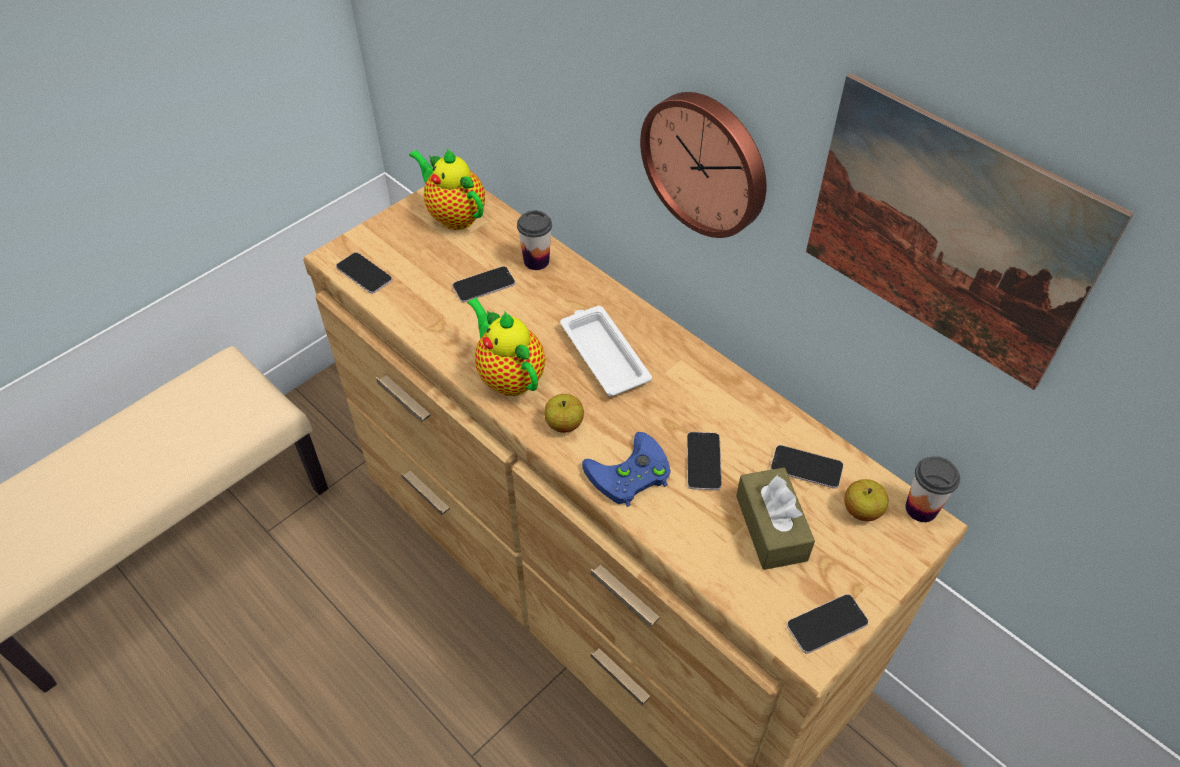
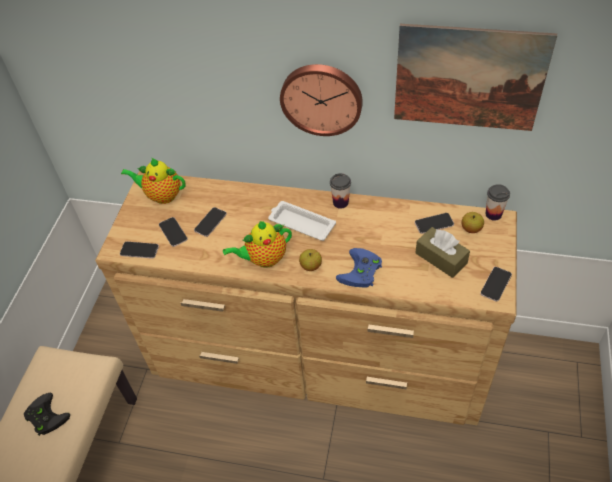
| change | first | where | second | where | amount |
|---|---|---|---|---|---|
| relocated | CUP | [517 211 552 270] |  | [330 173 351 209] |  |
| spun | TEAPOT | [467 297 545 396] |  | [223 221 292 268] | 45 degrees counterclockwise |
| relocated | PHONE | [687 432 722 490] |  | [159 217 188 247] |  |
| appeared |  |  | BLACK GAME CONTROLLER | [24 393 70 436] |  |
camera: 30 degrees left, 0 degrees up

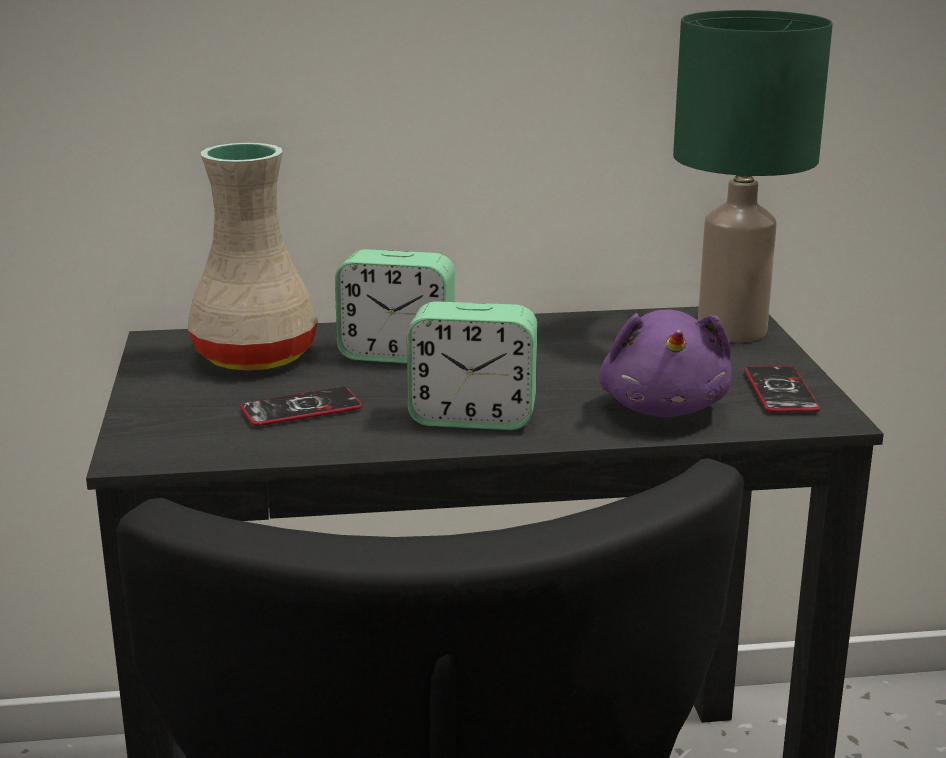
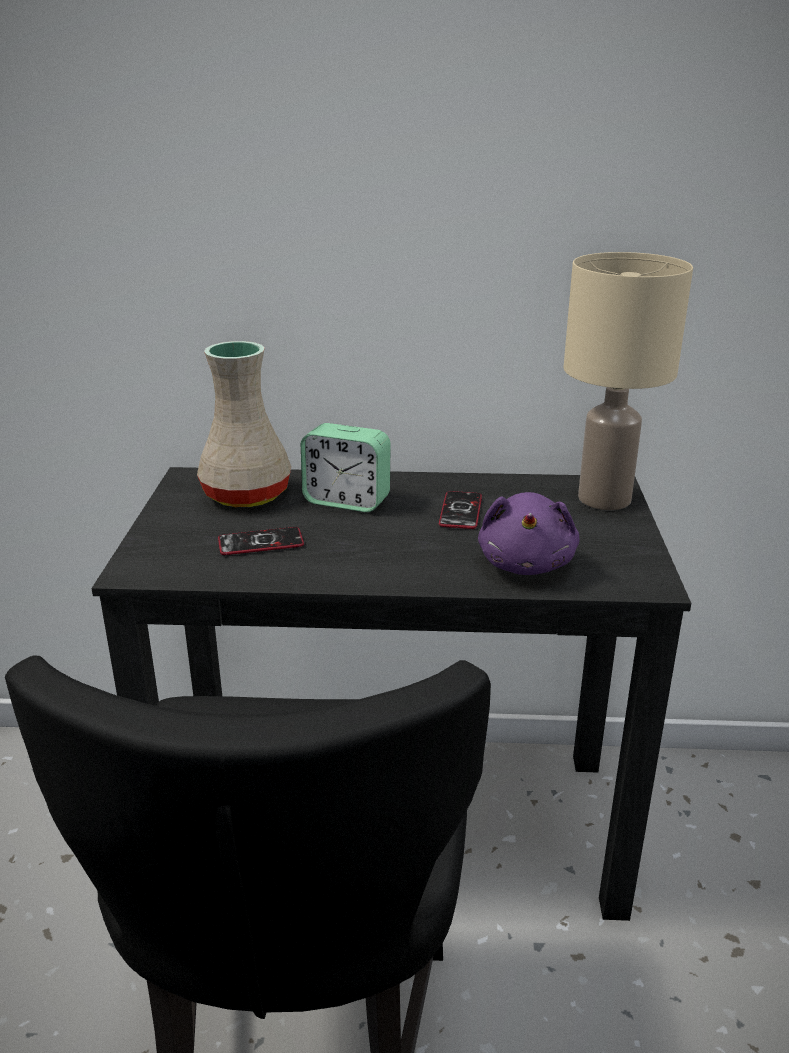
| change | first | where | second | where | amount |
|---|---|---|---|---|---|
| colour | GREEN TABLE LAMP | [673 10 833 342] | BEIGE TABLE LAMP | [563 252 693 510] |  |
| missing | ALARM CLOCK | [407 302 537 430] |  |  |  |
| relocated | PHONE | [745 366 820 412] |  | [439 491 482 529] |  |
camera: 10 degrees right, 5 degrees up

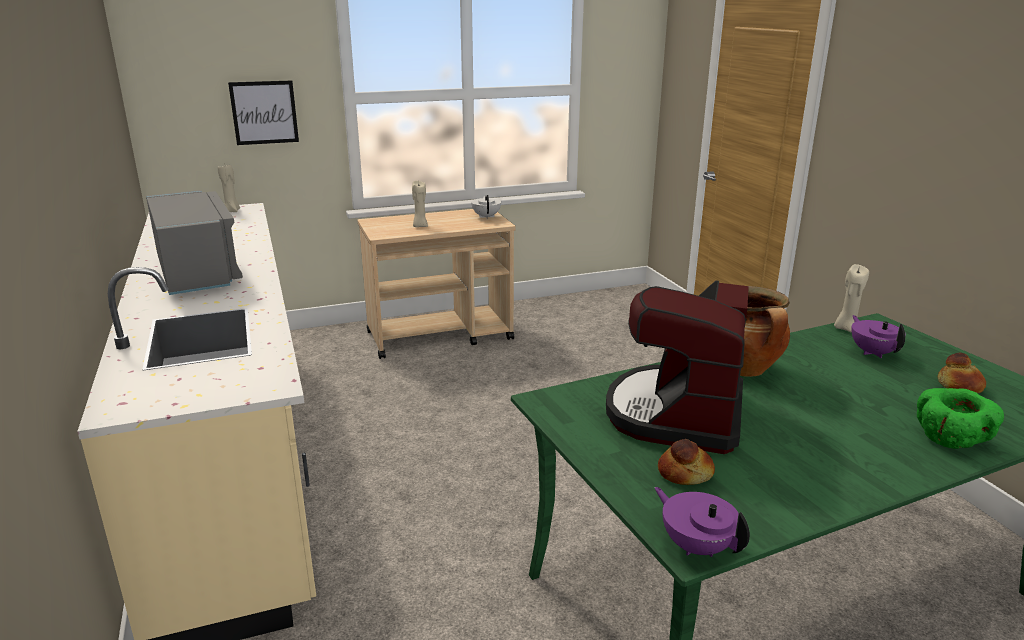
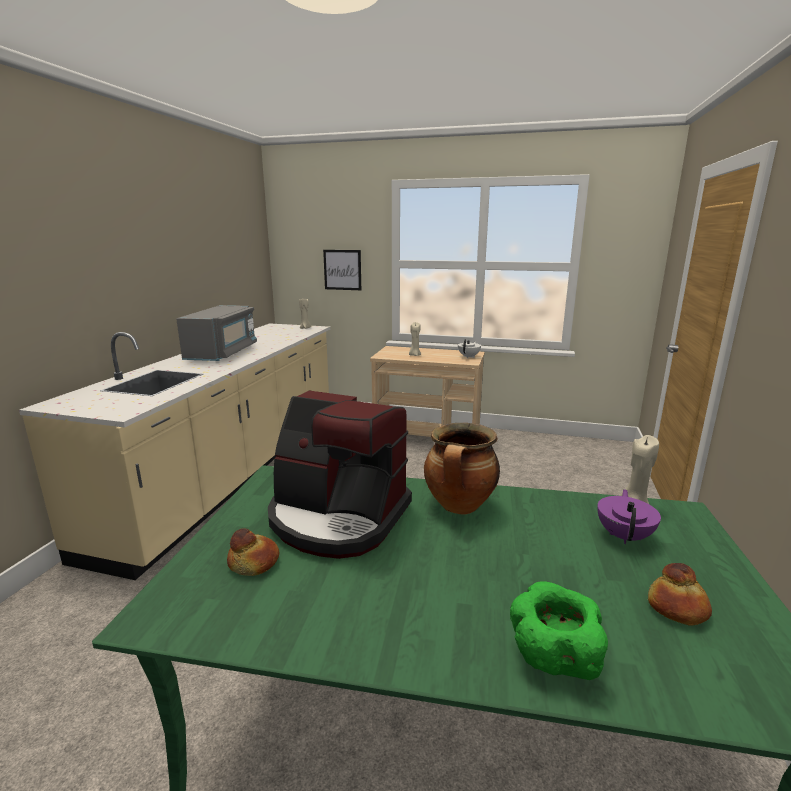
| change | first | where | second | where | amount |
|---|---|---|---|---|---|
| spun | COFFEE MACHINE | [606 281 749 454] |  | [268 391 412 559] | 120 degrees counterclockwise |
| missing | PURPLE TEAPOT | [654 487 750 557] |  |  |  |
camera: 35 degrees right, 5 degrees down

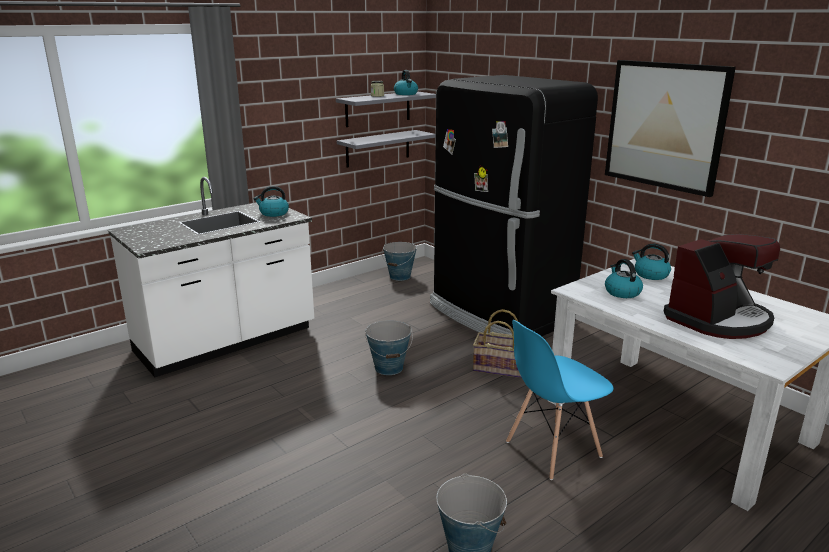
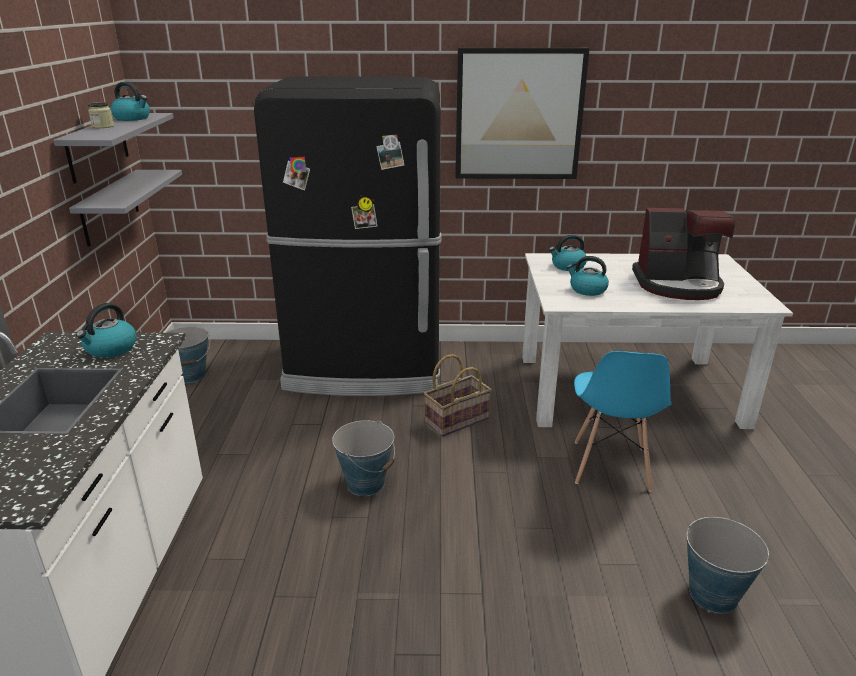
| change | first | where | second | where | amount |
|---|---|---|---|---|---|
| spun | COFFEE MACHINE | [664 234 780 339] |  | [632 208 735 300] | 90 degrees clockwise |
camera: 50 degrees left, 5 degrees up

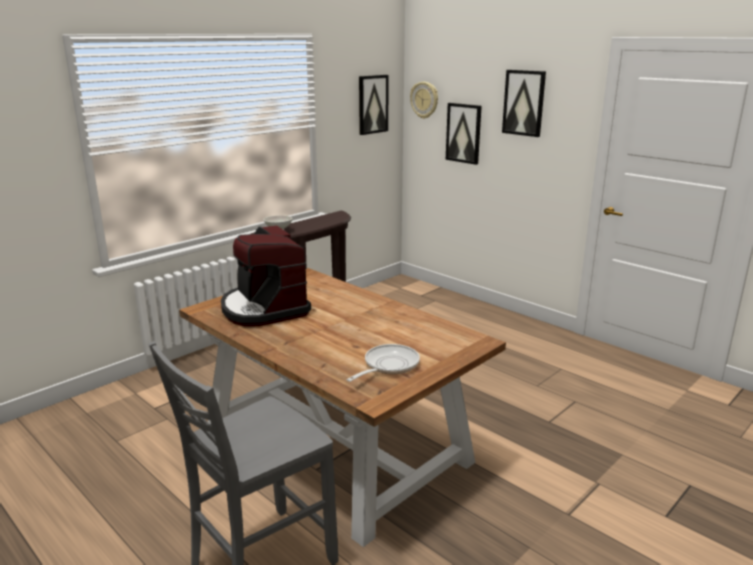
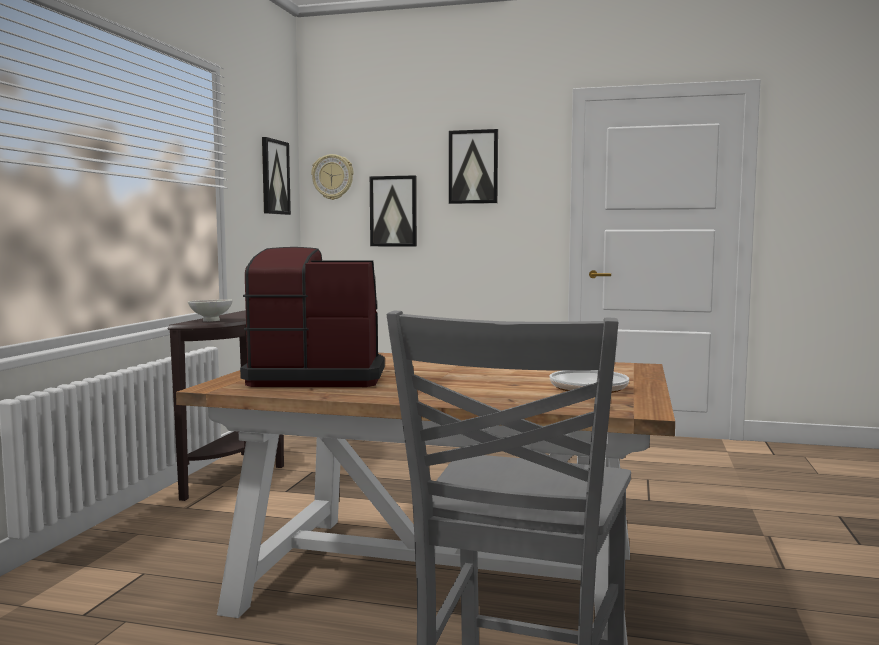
| change | first | where | second | where | amount |
|---|---|---|---|---|---|
| spun | COFFEE MACHINE | [221 226 311 327] |  | [240 247 385 387] | 150 degrees clockwise |
camera: 30 degrees left, 15 degrees down

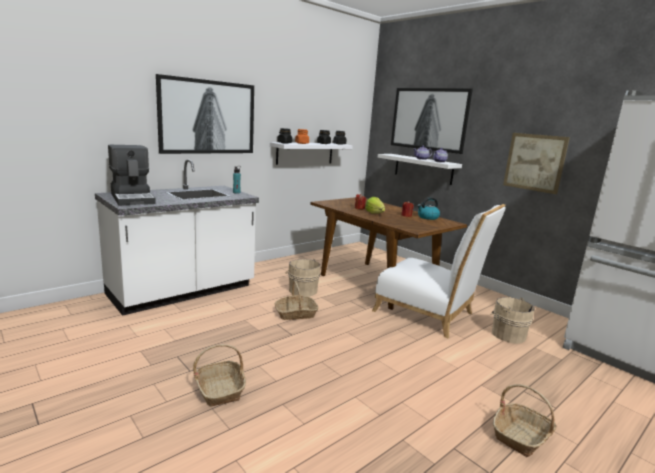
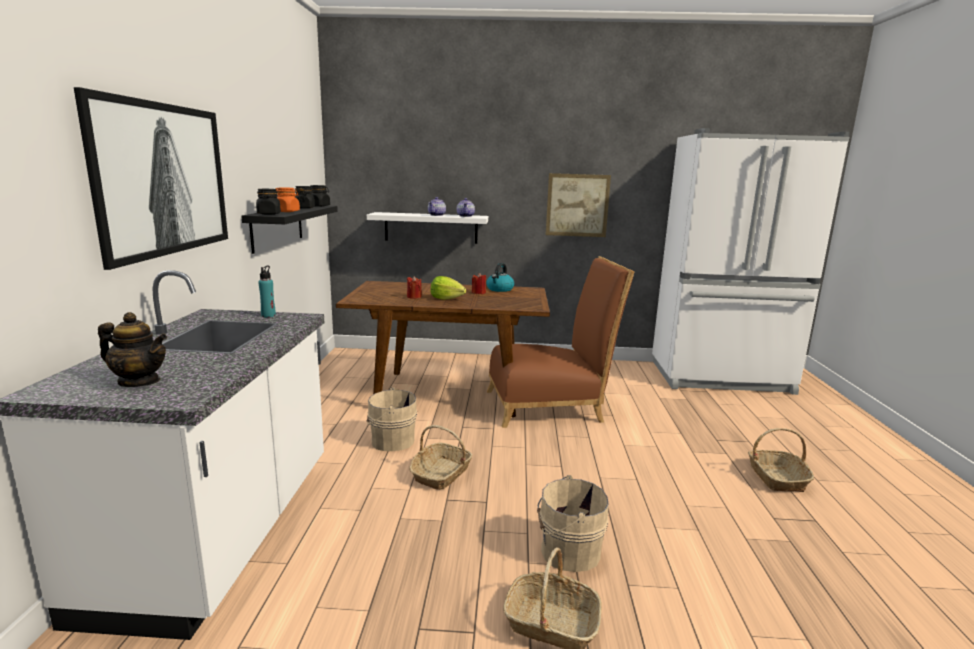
| change | first | where | second | where | amount |
|---|---|---|---|---|---|
| missing | PICTURE | [391 88 473 154] |  |  |  |
| colour | WHITE SHELF | [270 142 353 165] | BLACK SHELF | [241 206 338 254] |  |
| exchanged | COFFEE MACHINE | [108 145 156 206] | TEAPOT | [98 312 167 387] |  |
| colour | WHITE CHAIR | [372 204 506 338] | BROWN CHAIR | [487 256 634 428] |  |
| relocated | BEIGE BUCKET | [491 297 535 344] |  | [537 475 609 572] |  |
camera: 45 degrees left, 0 degrees up

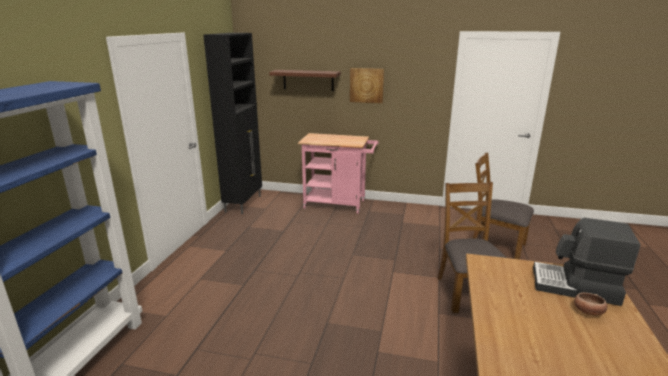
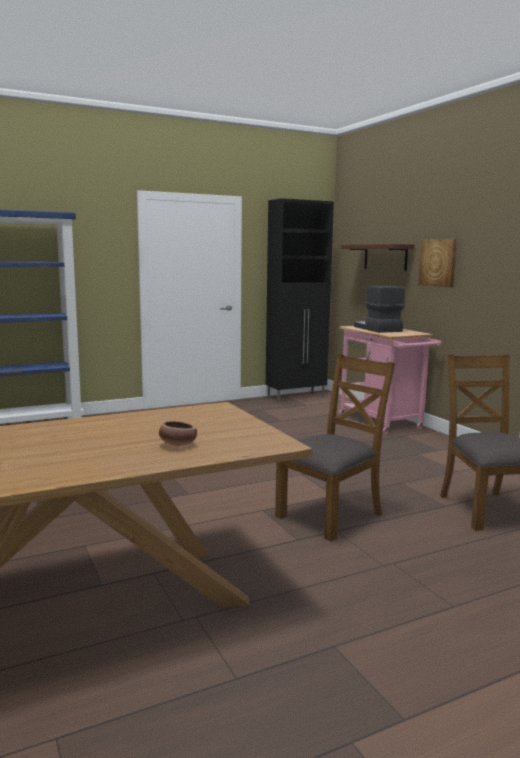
| change | first | where | second | where | amount |
|---|---|---|---|---|---|
| relocated | COFFEE MACHINE | [533 218 640 306] |  | [354 286 405 333] |  |
camera: 50 degrees right, 10 degrees down

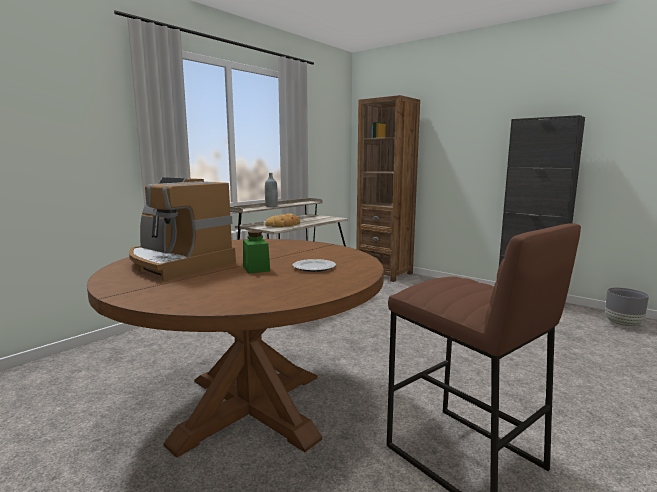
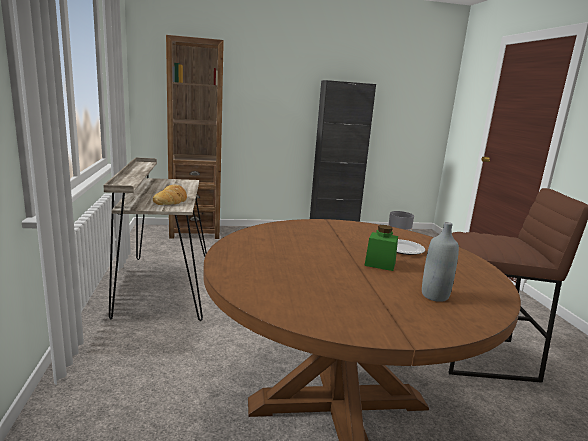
| change | first | where | second | where | amount |
|---|---|---|---|---|---|
| relocated | GREY BOTTLE | [265 173 278 207] |  | [422 222 459 302] |  |
| missing | COFFEE MACHINE | [129 177 236 281] |  |  |  |
camera: 50 degrees left, 5 degrees up

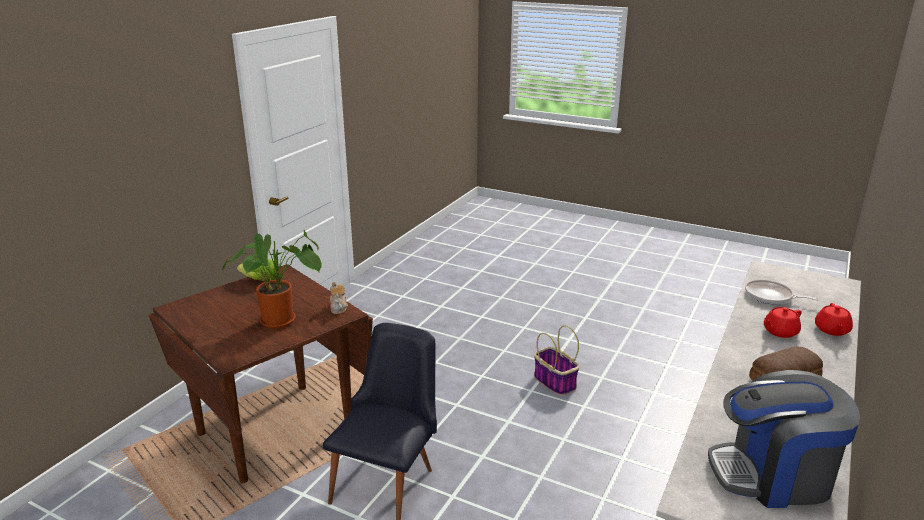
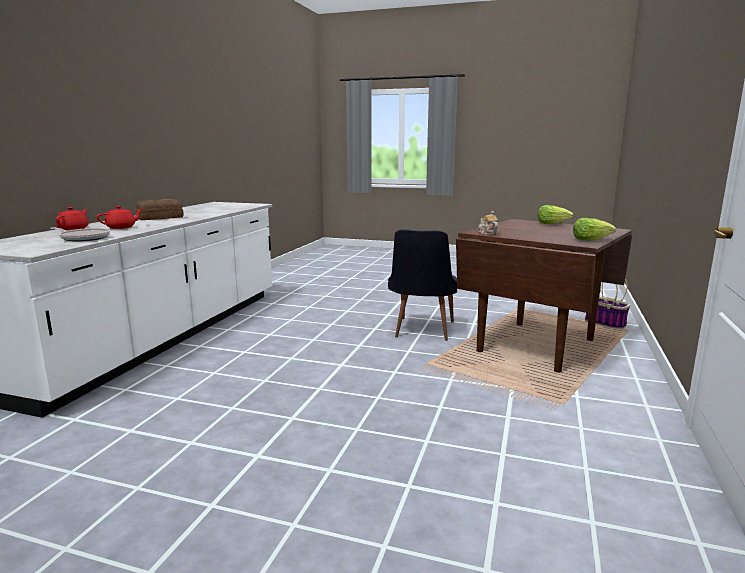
| change | first | where | second | where | amount |
|---|---|---|---|---|---|
| missing | POTTED PLANT | [222 230 322 329] |  |  |  |
| relocated | BASKET | [534 325 579 396] |  | [585 278 630 329] |  |
| missing | COFFEE MACHINE | [708 370 860 508] |  |  |  |
| appeared |  |  | LETTUCE | [538 205 574 224] |  |
camera: 170 degrees right, 10 degrees down

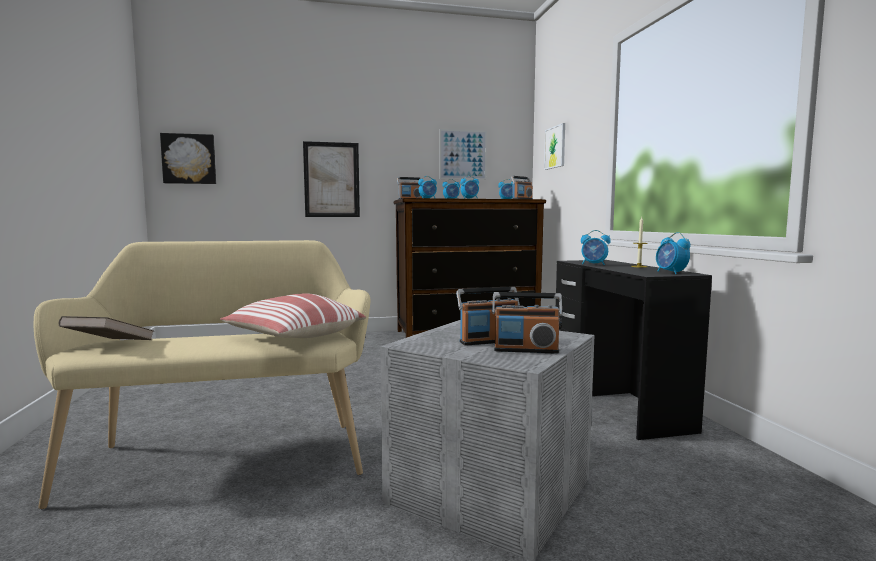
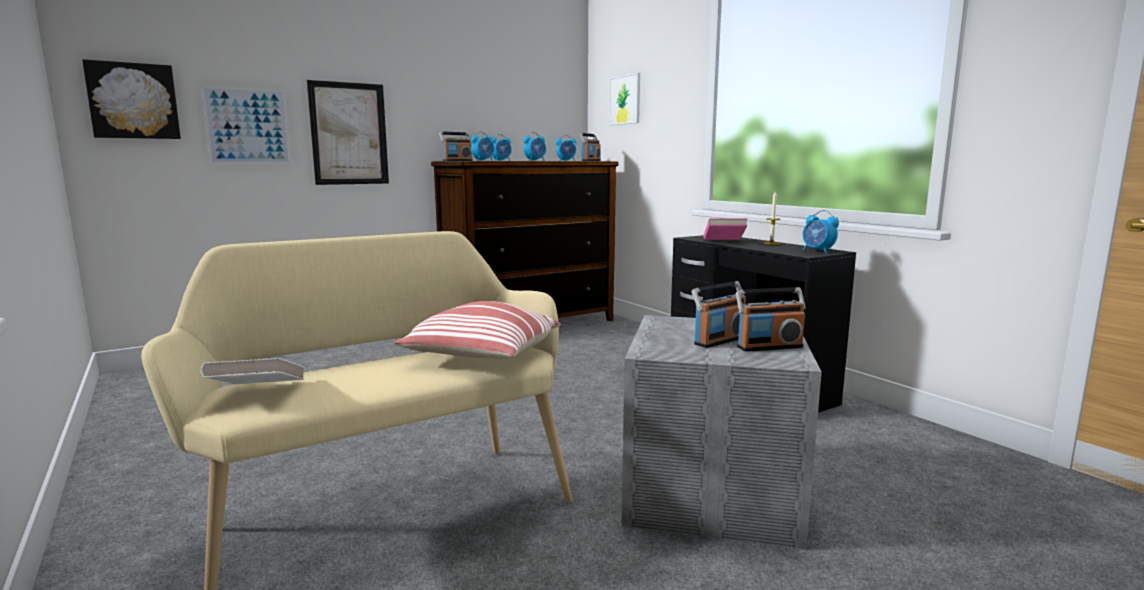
| change | first | where | second | where | amount |
|---|---|---|---|---|---|
| relocated | PICTURE | [440 129 487 180] |  | [201 85 292 164] |  |
| exchanged | ALARM CLOCK | [581 230 611 265] | PINK BOOK | [703 218 748 240] |  |
| colour | BROWN BOOK | [59 316 154 340] | WHITE BOOK | [201 358 305 384] |  |
camera: 20 degrees left, 5 degrees up

